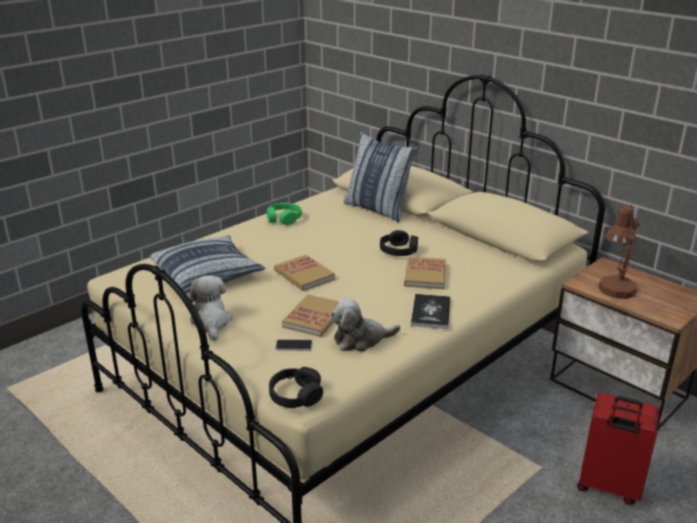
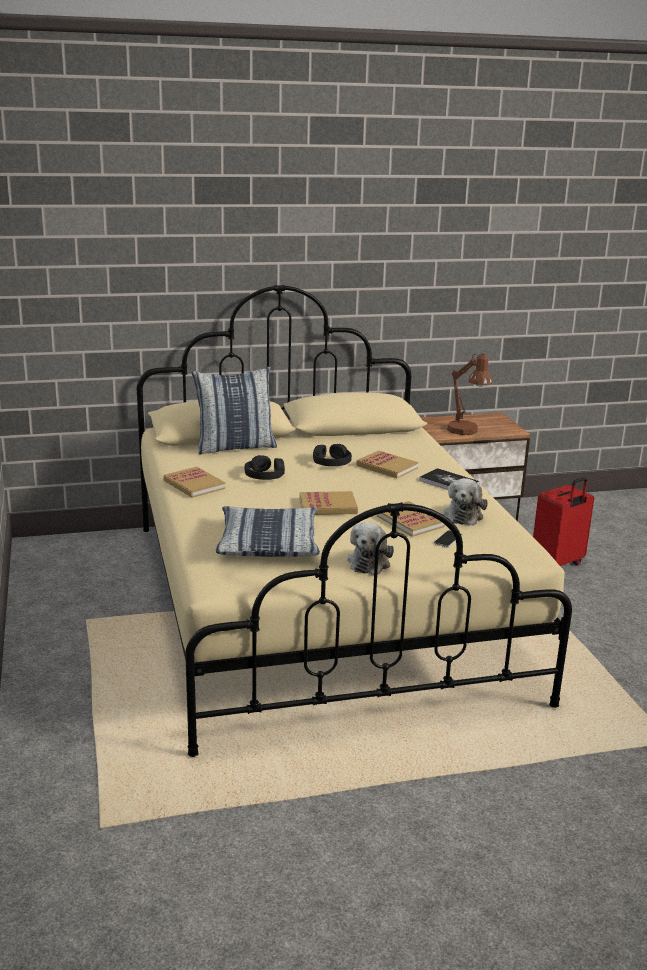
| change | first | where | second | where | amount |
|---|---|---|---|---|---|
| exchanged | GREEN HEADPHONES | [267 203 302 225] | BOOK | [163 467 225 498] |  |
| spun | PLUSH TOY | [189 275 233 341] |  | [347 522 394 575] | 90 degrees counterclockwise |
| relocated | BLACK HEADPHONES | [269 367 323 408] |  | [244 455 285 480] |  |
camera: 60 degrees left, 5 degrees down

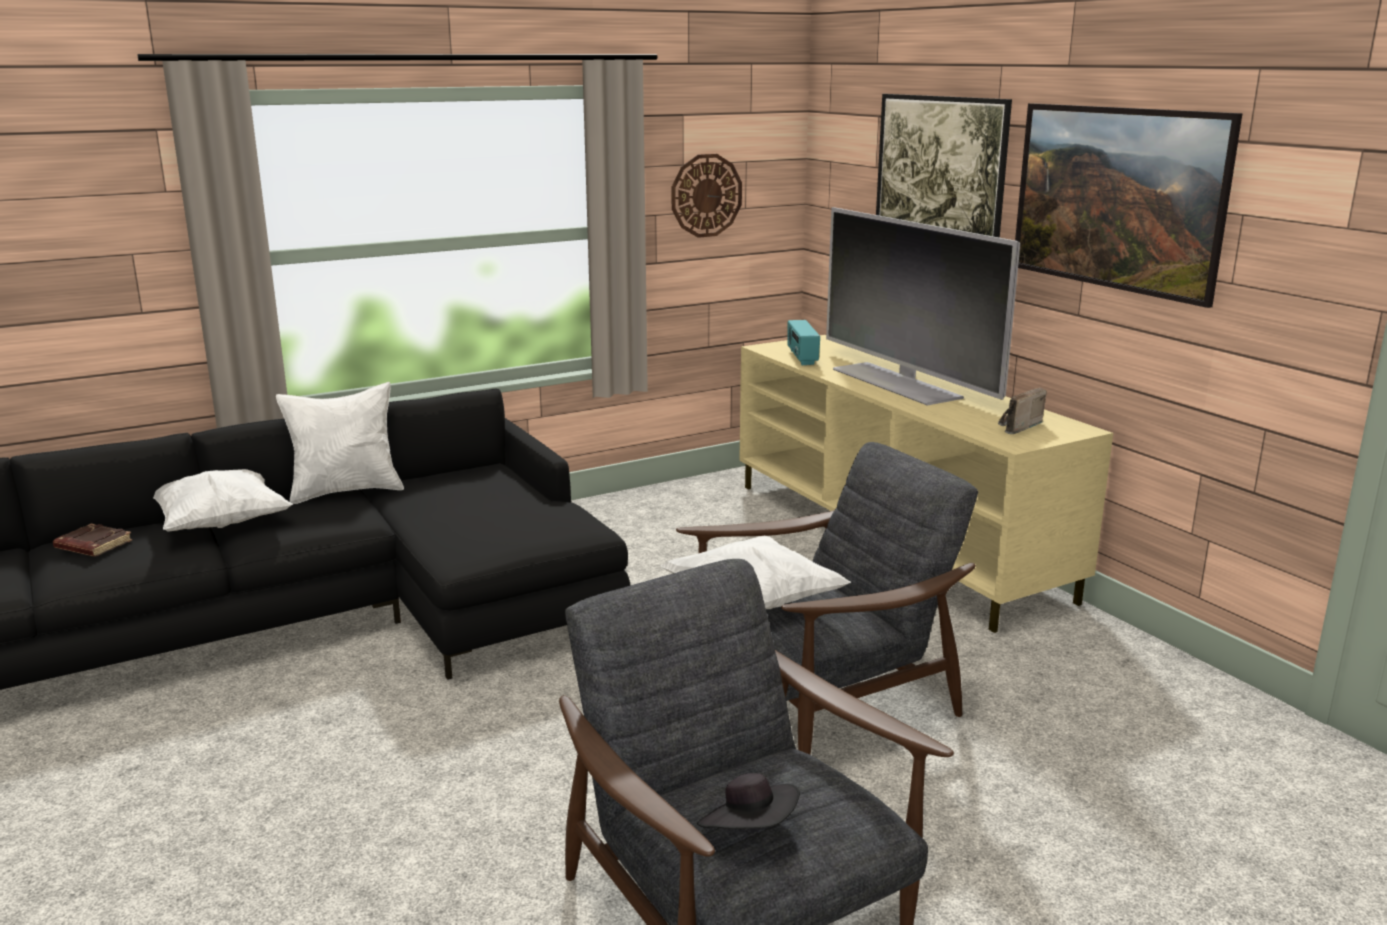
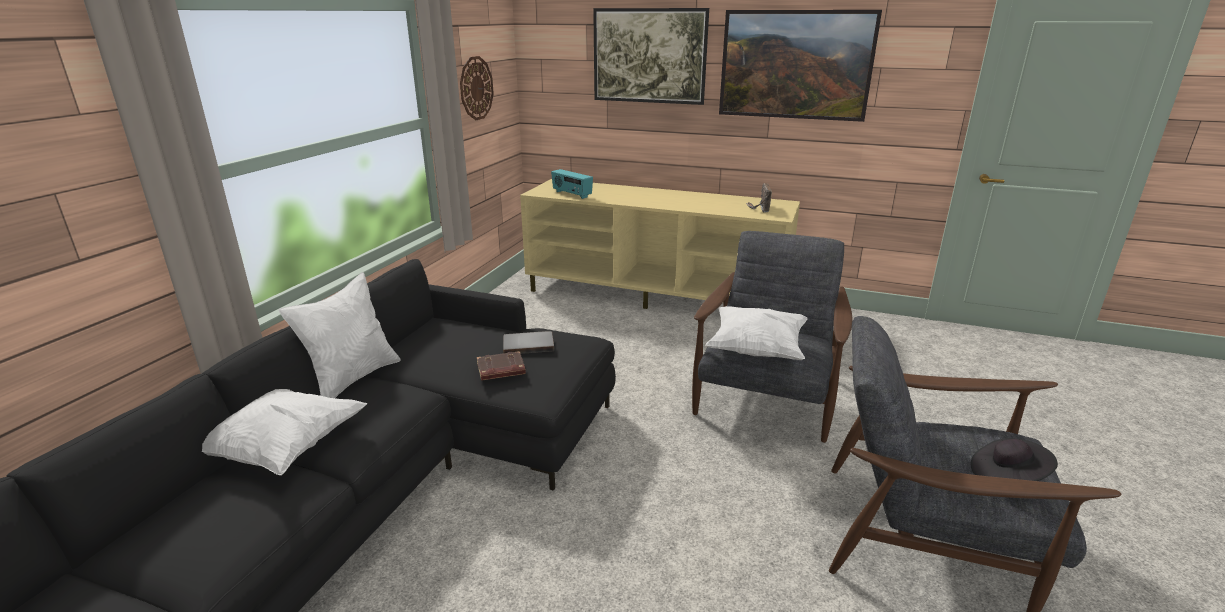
| change | first | where | second | where | amount |
|---|---|---|---|---|---|
| missing | TELEVISION | [826 207 1020 405] |  |  |  |
| relocated | BROWN BOOK | [53 524 132 557] |  | [477 351 526 380] |  |
| appeared |  |  | GREY BOOK | [503 331 554 354] |  |
camera: 40 degrees left, 5 degrees up

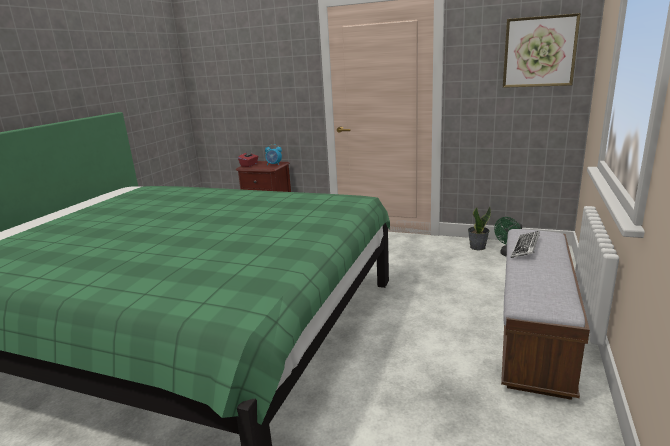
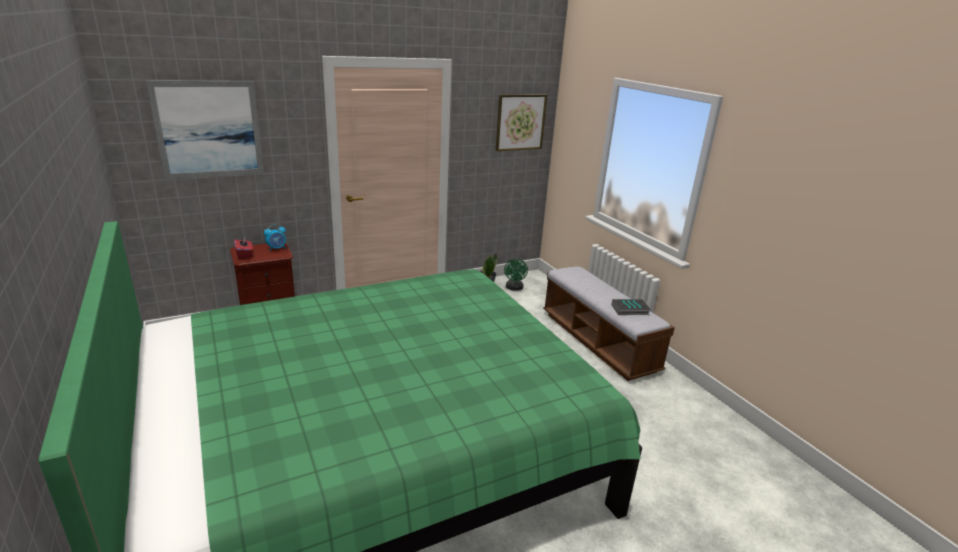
| change | first | where | second | where | amount |
|---|---|---|---|---|---|
| missing | KEYBOARD | [511 231 540 258] |  |  |  |
| appeared |  |  | PICTURE | [146 80 264 180] |  |
| appeared |  |  | BOOK | [611 299 651 315] |  |
camera: 50 degrees left, 5 degrees up

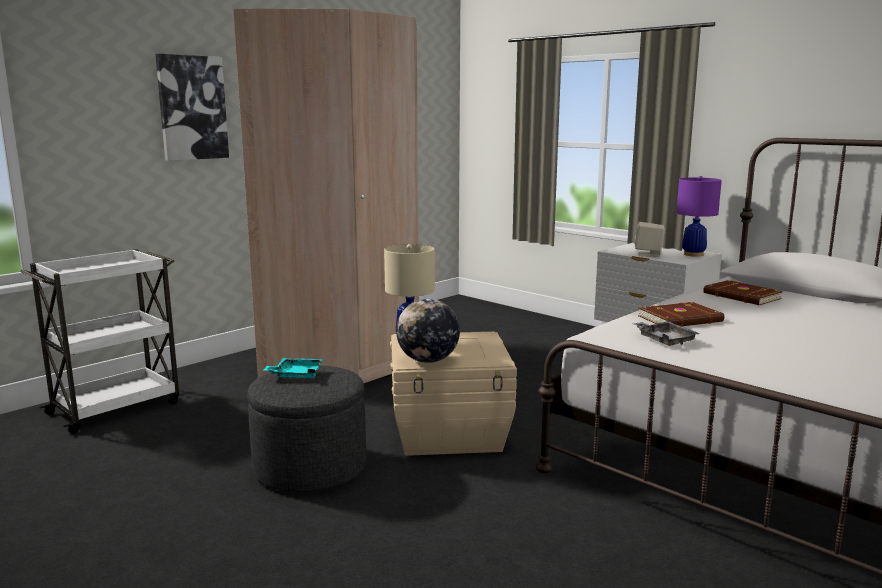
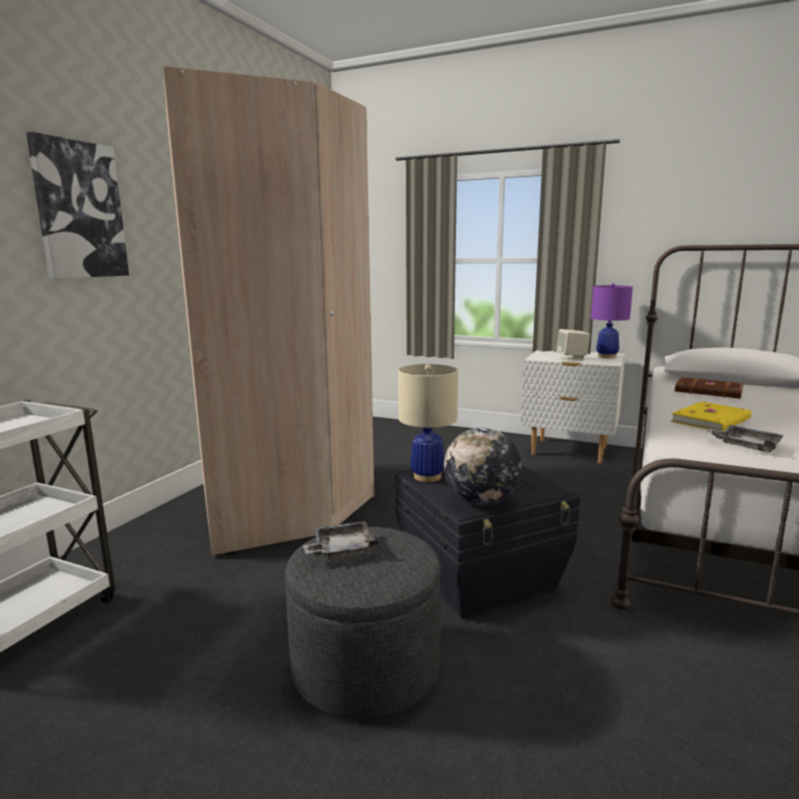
| change | first | where | second | where | amount |
|---|---|---|---|---|---|
| colour | BROWN BOOK | [638 302 724 326] | YELLOW BOOK | [671 402 752 431] |  |
| colour | BEIGE STORAGE BOX | [390 332 517 456] | BLACK STORAGE BOX | [395 466 580 619] |  |
| colour | TURQUOISE TRAY | [264 358 323 378] | GREY TRAY | [303 521 379 559] |  |
camera: 20 degrees left, 0 degrees up

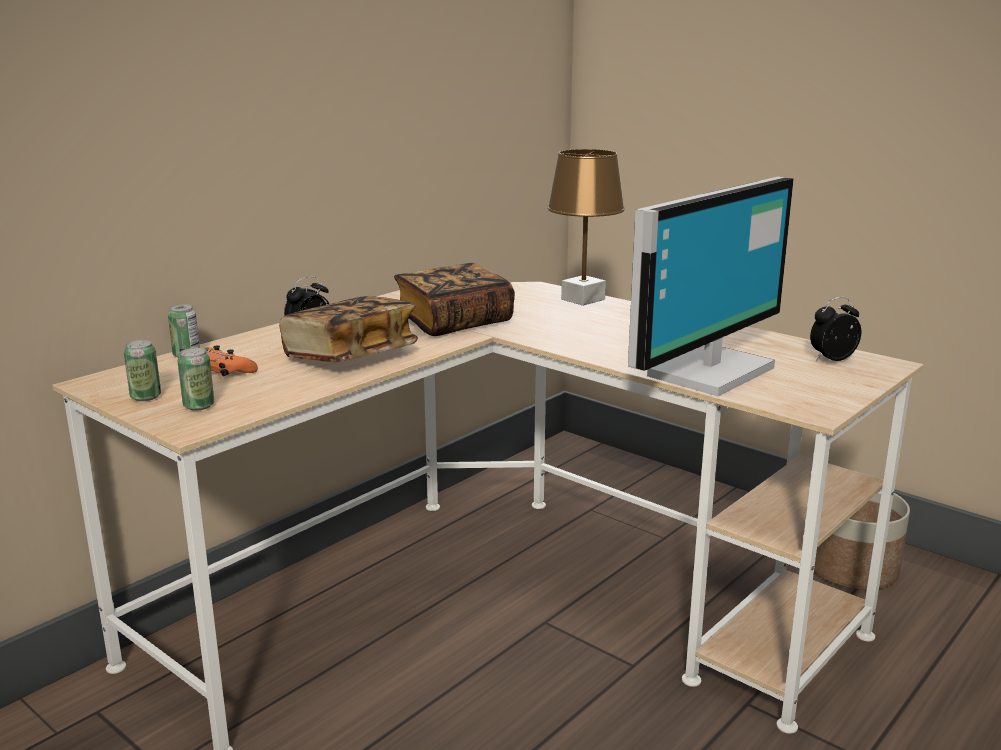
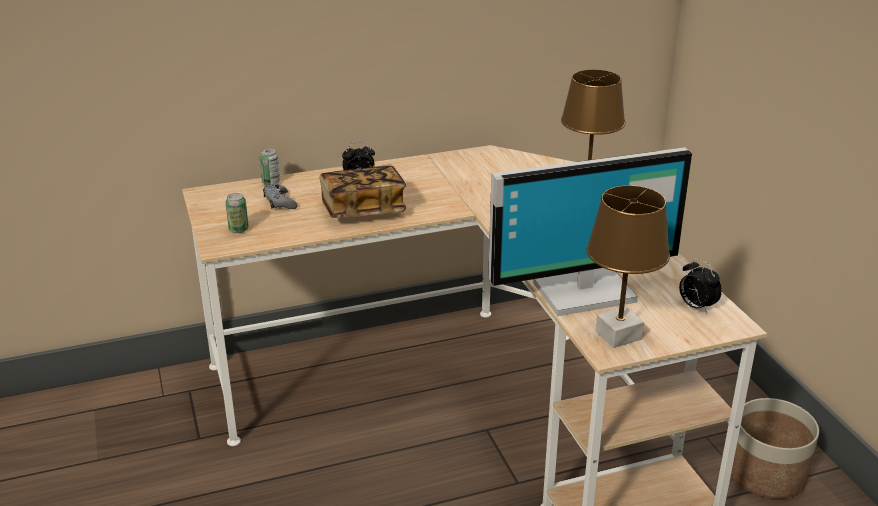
| change | first | where | second | where | amount |
|---|---|---|---|---|---|
| missing | BOOK | [394 263 515 336] |  |  |  |
| spun | ALARM CLOCK | [810 297 861 361] |  | [679 258 722 314] | 135 degrees counterclockwise |
| missing | CAN | [124 340 161 401] |  |  |  |
| colour | ORANGE GAME CONTROLLER | [203 345 258 376] | GREY GAME CONTROLLER | [263 184 297 209] |  |
| appeared |  |  | BROWN TABLE LAMP | [586 185 670 348] |  |
camera: 30 degrees right, 10 degrees up

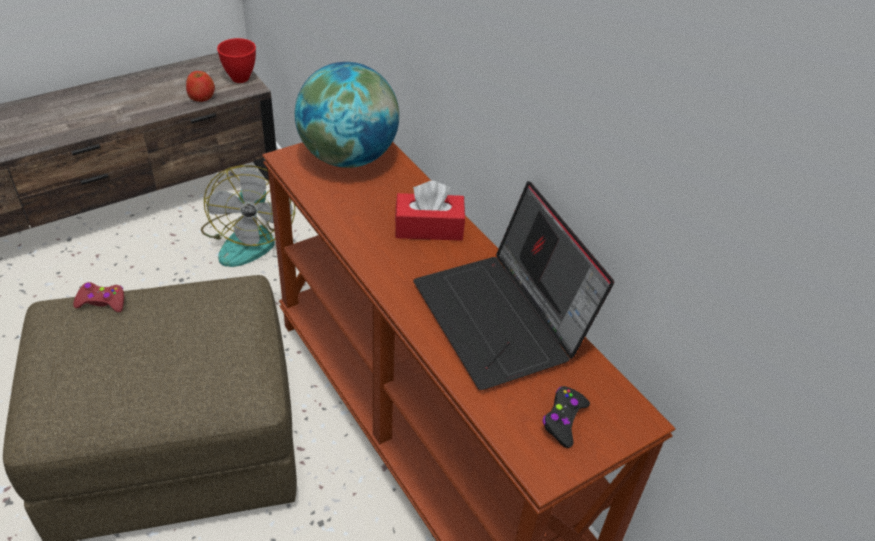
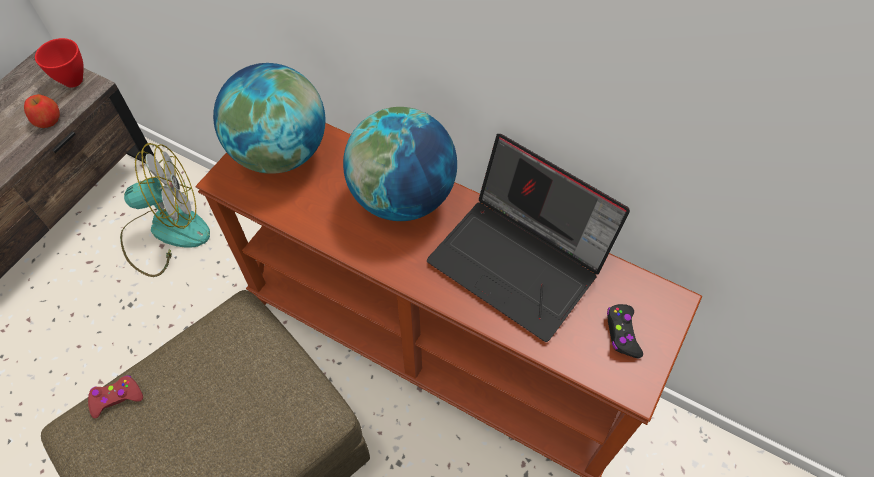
| change | first | where | second | where | amount |
|---|---|---|---|---|---|
| spun | FAN | [201 165 295 267] |  | [120 143 210 277] | 75 degrees counterclockwise |
| exchanged | RED TISSUE BOX | [395 181 465 241] | GLOBE | [343 107 457 221] |  |
camera: 25 degrees left, 15 degrees up

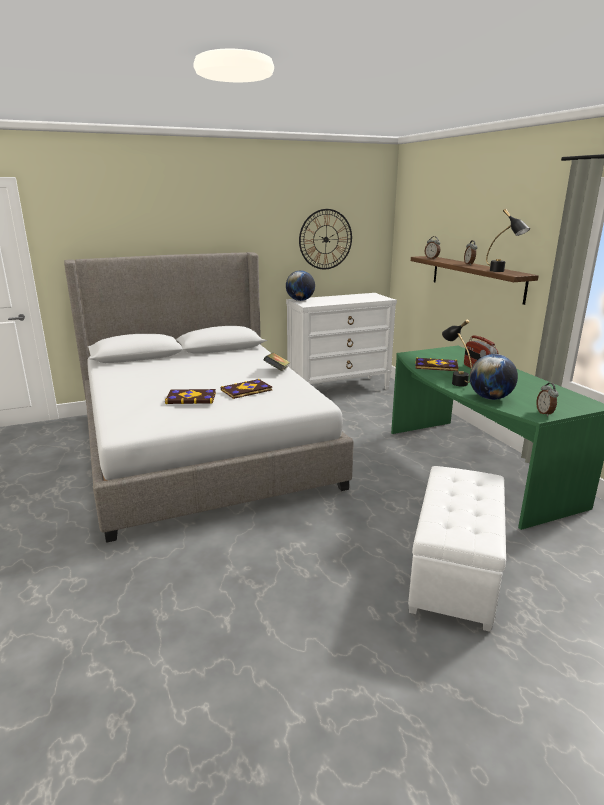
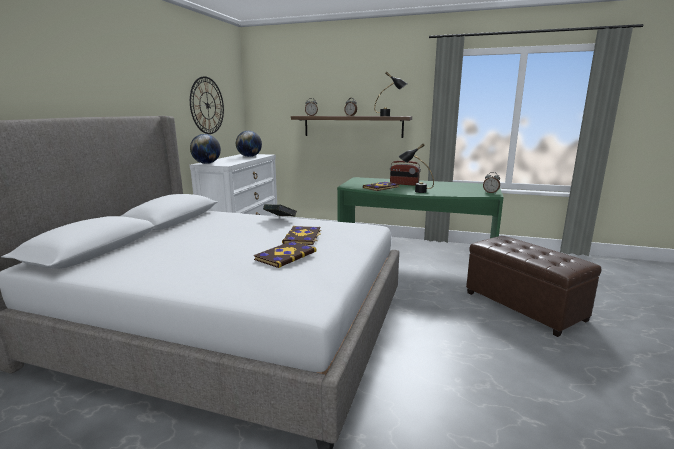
| change | first | where | second | where | amount |
|---|---|---|---|---|---|
| relocated | GLOBE | [470 354 518 400] |  | [236 131 262 157] |  |
| colour | WHITE OTTOMAN | [408 466 506 632] | BROWN OTTOMAN | [466 236 601 337] |  |
camera: 50 degrees left, 5 degrees down

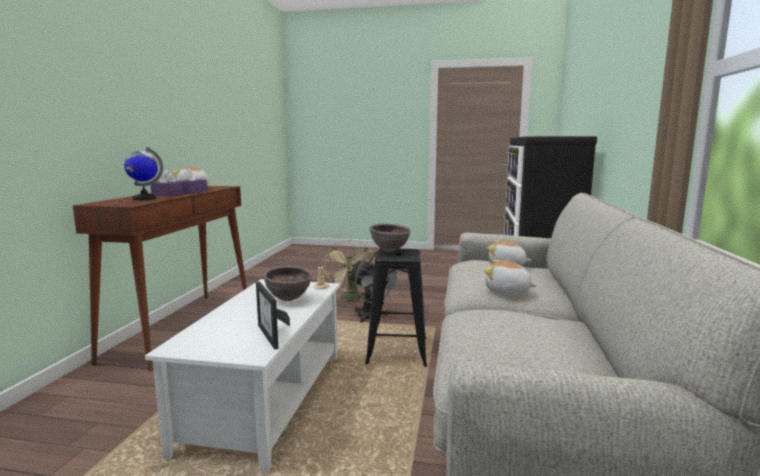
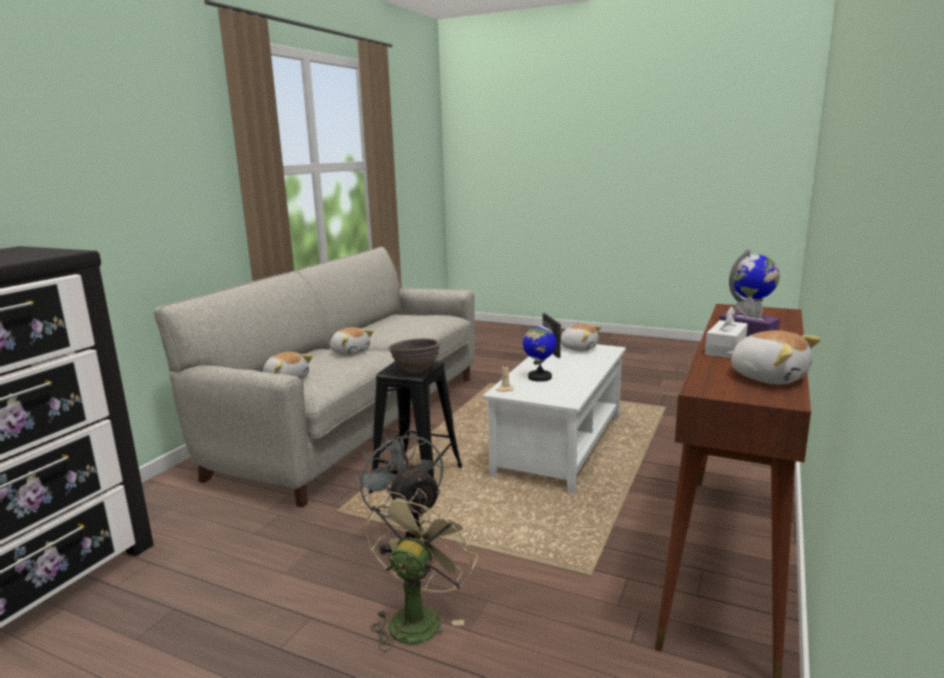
| change | first | where | second | where | amount |
|---|---|---|---|---|---|
| colour | PURPLE TISSUE BOX | [176 168 207 194] | WHITE TISSUE BOX | [705 306 748 358] |  |
| exchanged | BROWN BOWL | [263 266 313 301] | GLOBE | [523 321 557 382] |  |
| appeared |  |  | PLUSH TOY | [561 324 602 351] |  |
camera: 165 degrees left, 5 degrees up

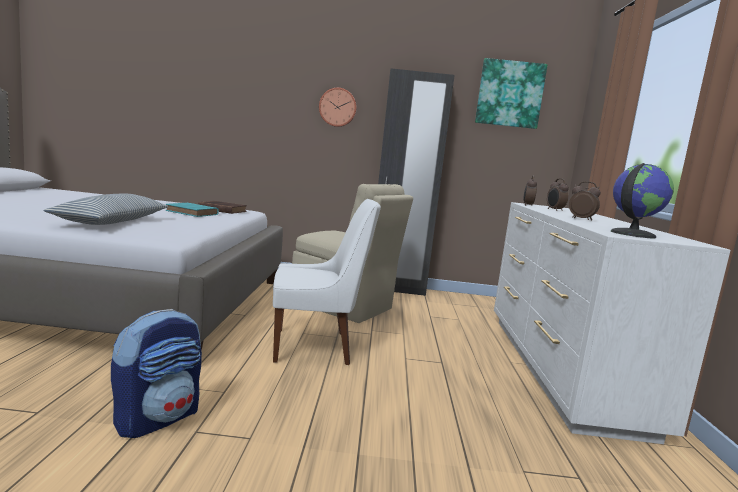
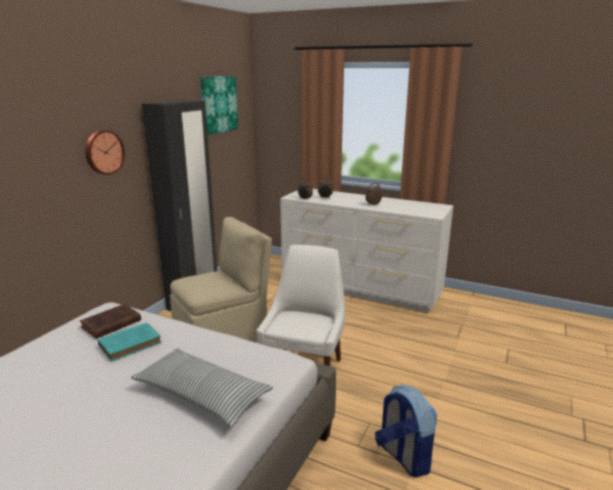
| change | first | where | second | where | amount |
|---|---|---|---|---|---|
| missing | GLOBE | [611 163 674 238] |  |  |  |
camera: 65 degrees left, 10 degrees up

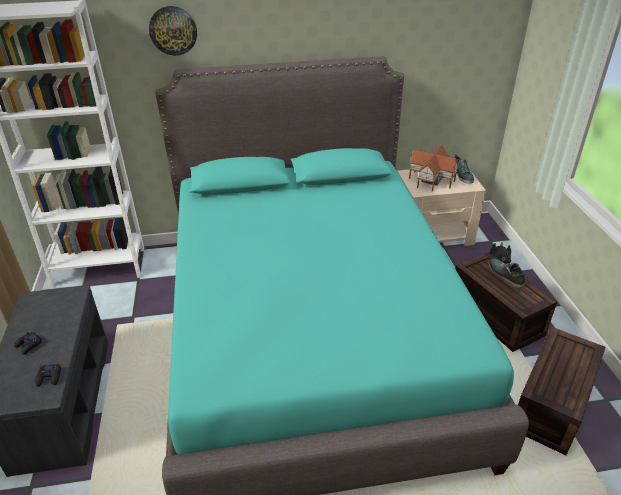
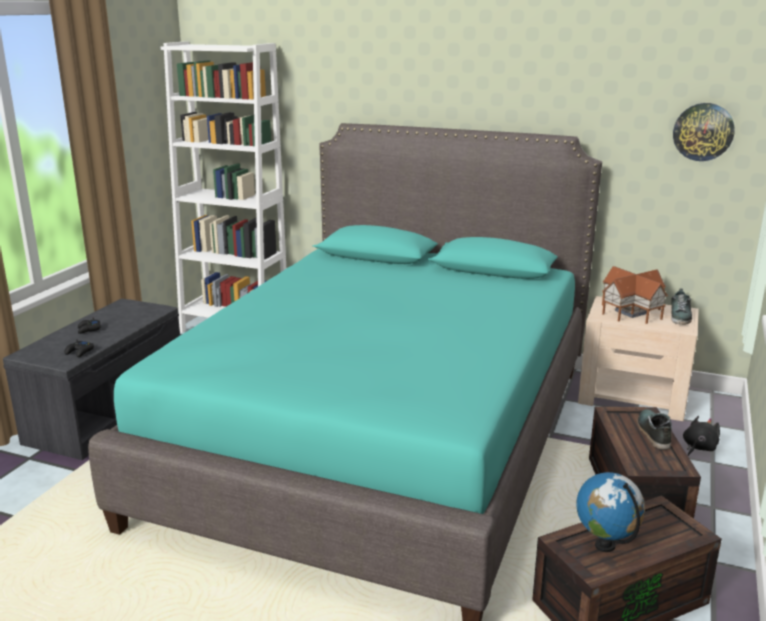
| change | first | where | second | where | amount |
|---|---|---|---|---|---|
| relocated | WALL CLOCK | [149 6 197 56] |  | [673 103 735 161] |  |
| appeared |  |  | GLOBE | [576 472 645 552] |  |
camera: 30 degrees right, 15 degrees down

